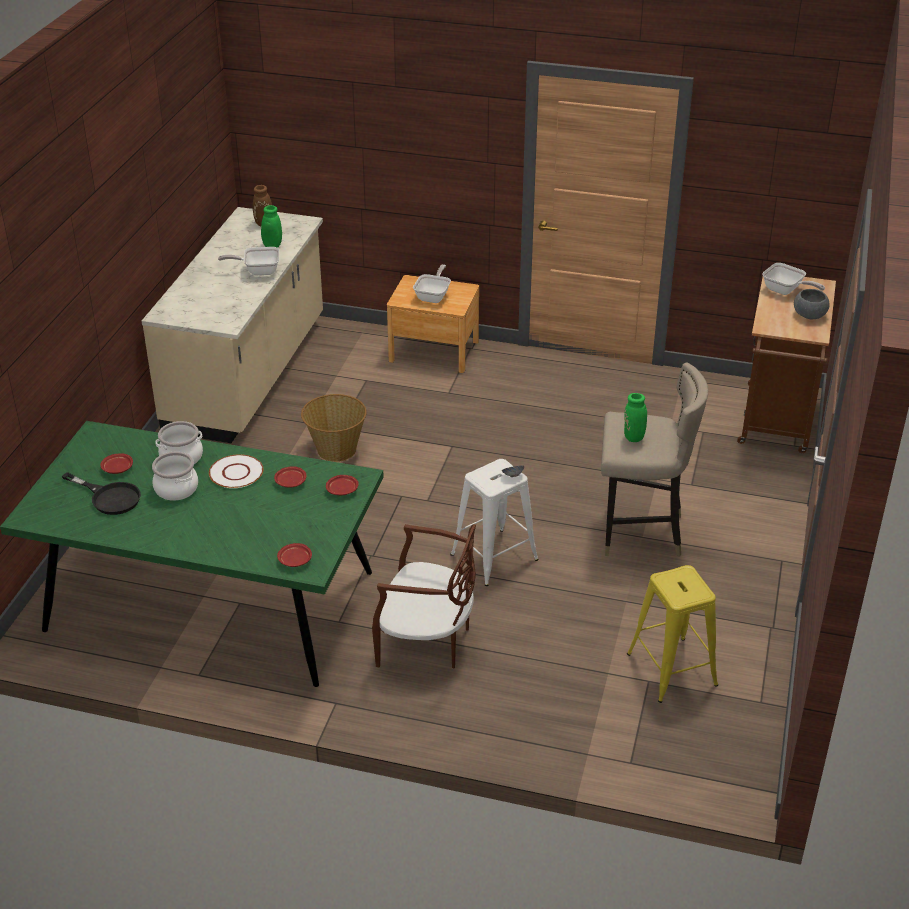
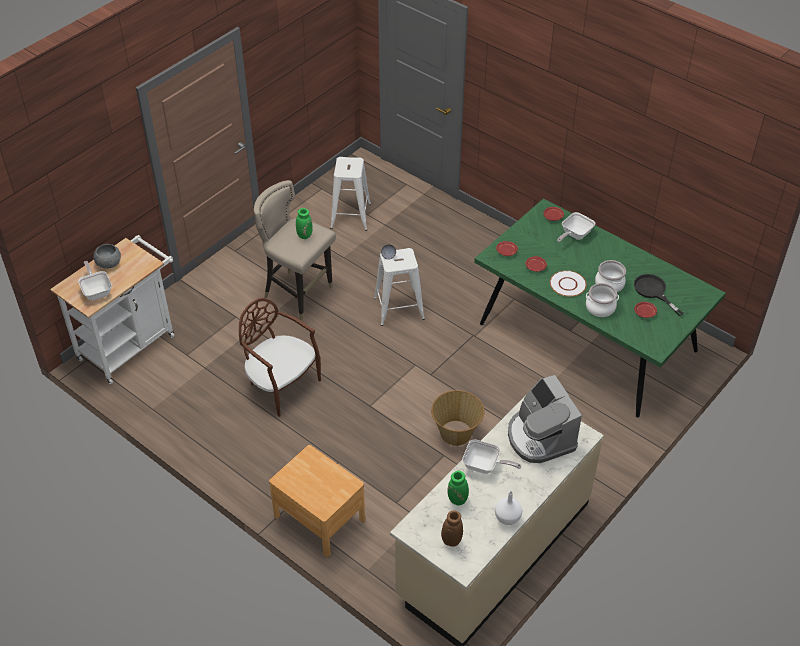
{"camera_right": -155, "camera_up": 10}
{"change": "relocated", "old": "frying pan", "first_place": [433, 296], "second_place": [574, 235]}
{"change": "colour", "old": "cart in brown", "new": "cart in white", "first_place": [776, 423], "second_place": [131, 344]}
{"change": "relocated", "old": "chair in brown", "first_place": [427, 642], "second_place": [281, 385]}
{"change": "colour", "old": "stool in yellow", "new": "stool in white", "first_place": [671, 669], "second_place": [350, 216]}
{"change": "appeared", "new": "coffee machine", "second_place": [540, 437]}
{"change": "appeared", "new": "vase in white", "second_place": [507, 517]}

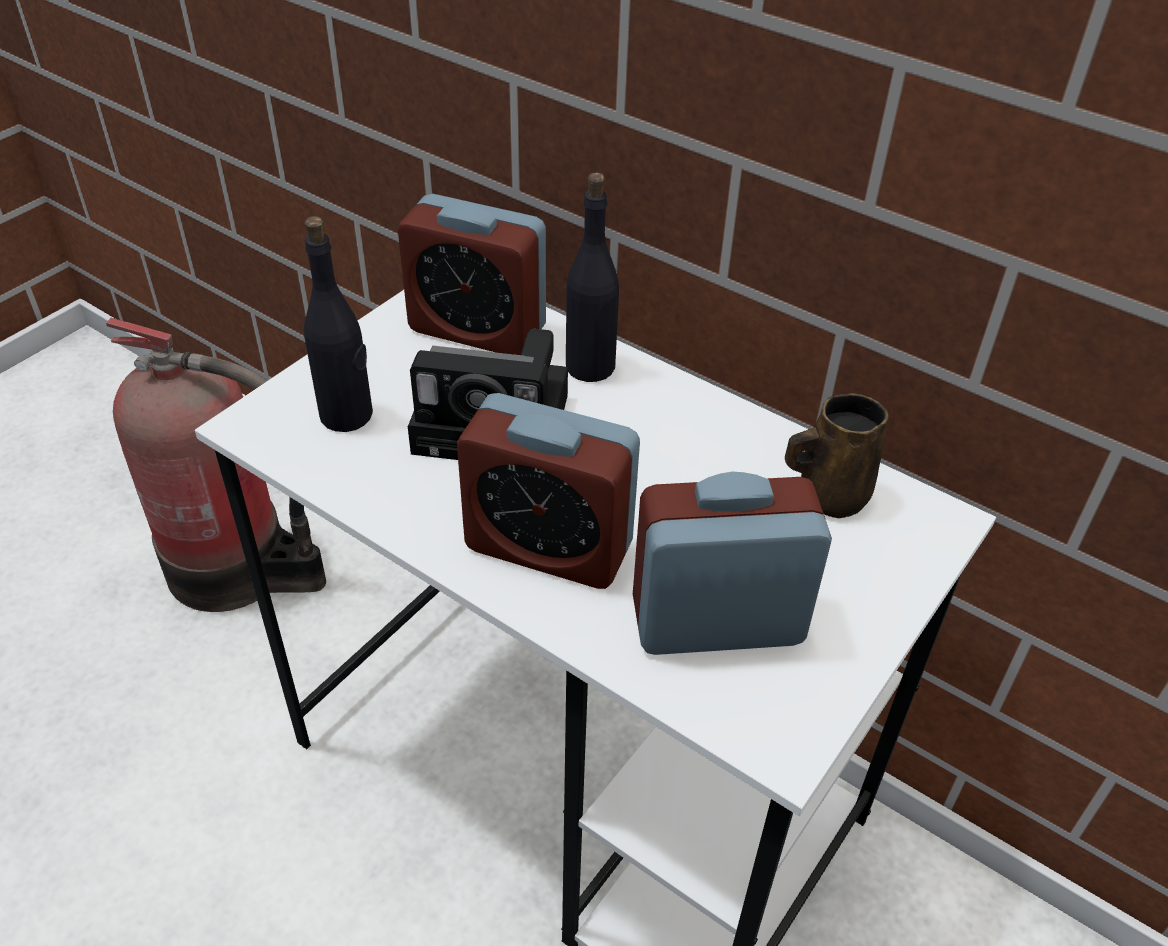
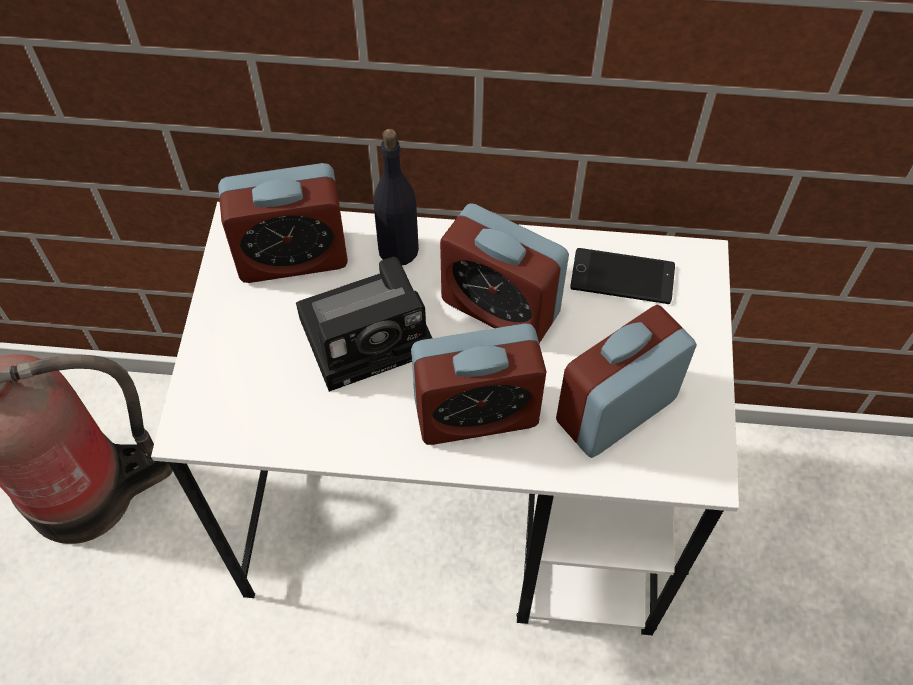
{"camera_right": -30, "camera_up": 15}
{"change": "missing", "old": "bottle in black", "first_place": [347, 415]}
{"change": "exchanged", "old": "mug in brown", "new": "phone", "first_place": [829, 495], "second_place": [622, 277]}
{"change": "appeared", "new": "alarm clock", "second_place": [500, 307]}

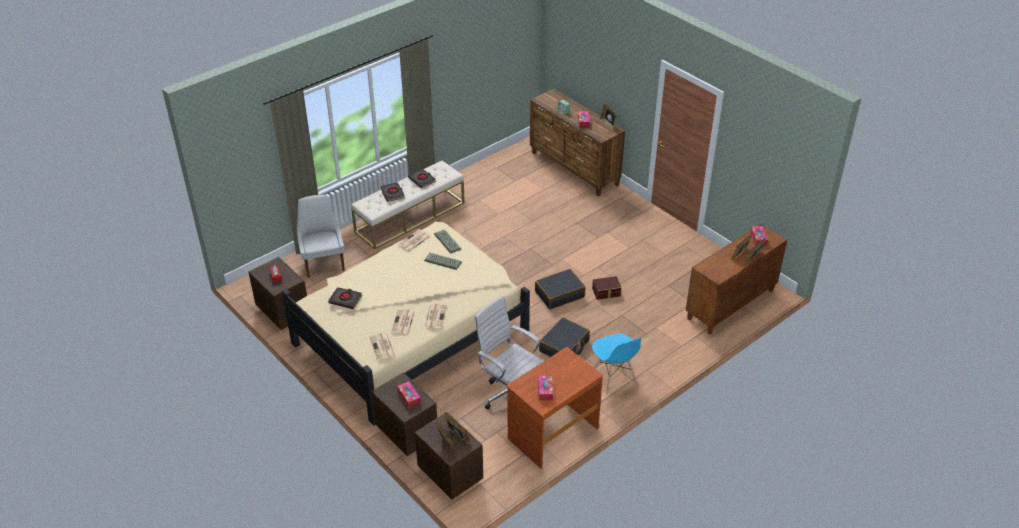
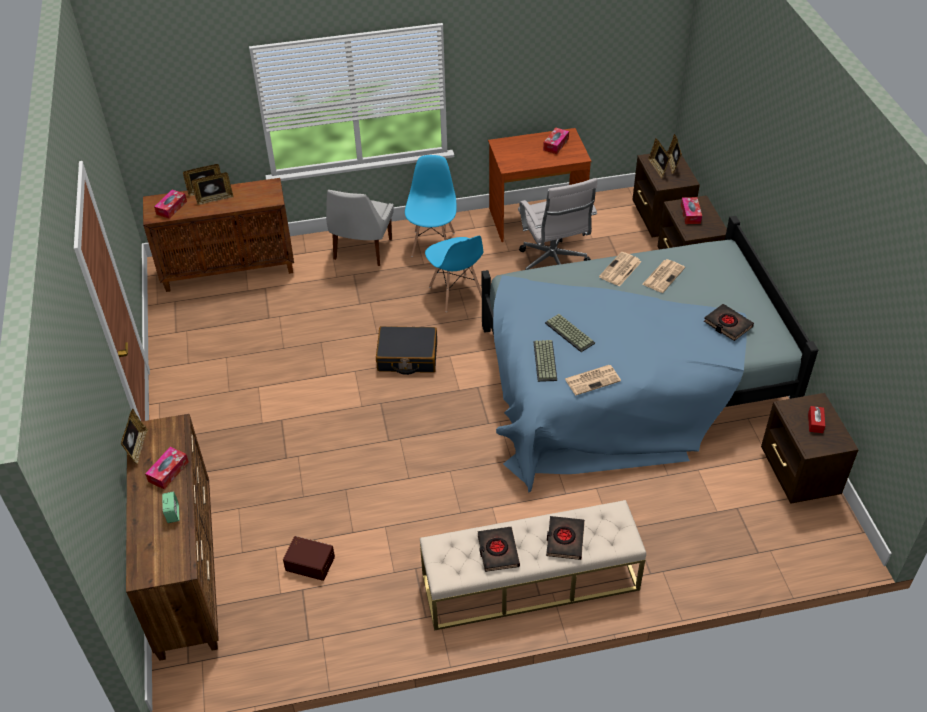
{"camera_right": -150, "camera_up": 5}
{"change": "relocated", "old": "chair in white", "first_place": [323, 262], "second_place": [362, 251]}
{"change": "colour", "old": "bed in beige", "new": "bed in blue", "first_place": [411, 331], "second_place": [627, 379]}
{"change": "relocated", "old": "storage box in brown", "first_place": [606, 292], "second_place": [310, 562]}
{"change": "exchanged", "old": "suitcase in black", "new": "chair in blue", "first_place": [564, 346], "second_place": [456, 293]}
{"change": "missing", "old": "newspaper", "first_place": [382, 347]}

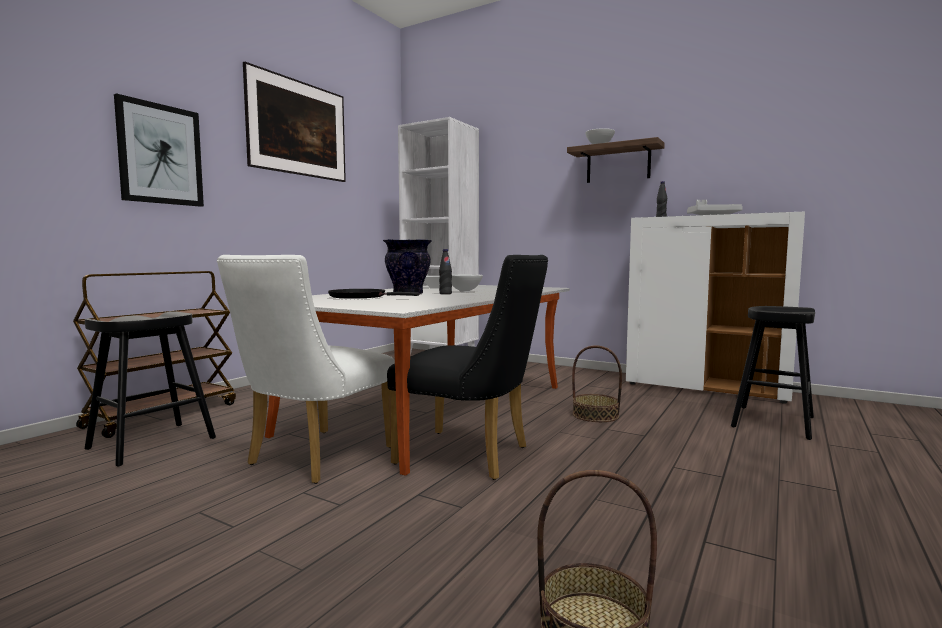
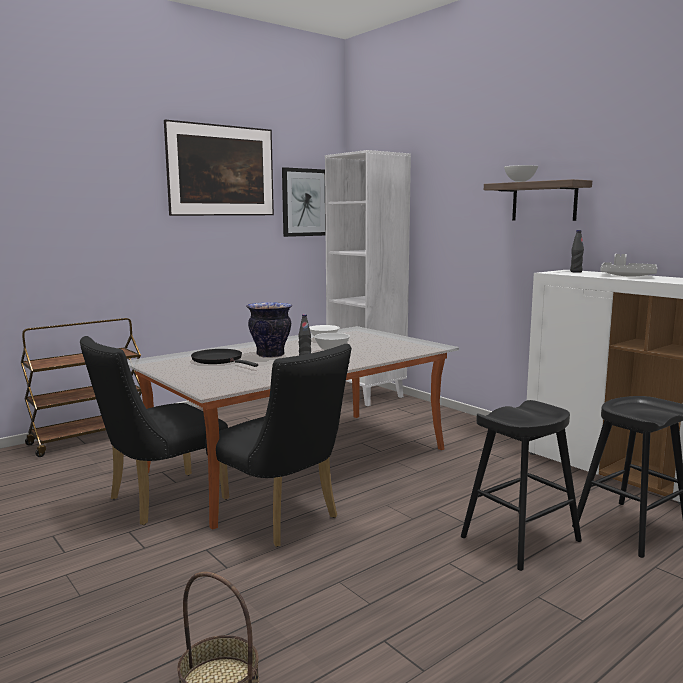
{"camera_right": 20, "camera_up": 5}
{"change": "relocated", "old": "picture", "first_place": [160, 154], "second_place": [305, 202]}
{"change": "colour", "old": "chair in white", "new": "chair in black", "first_place": [313, 459], "second_place": [160, 501]}
{"change": "relocated", "old": "stool in black", "first_place": [152, 443], "second_place": [520, 539]}
{"change": "missing", "old": "basket", "first_place": [595, 415]}

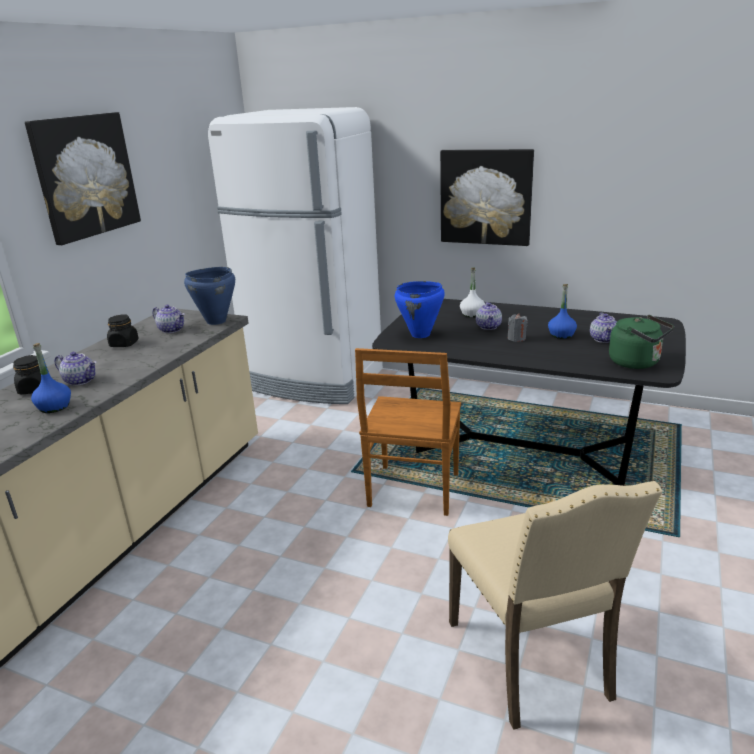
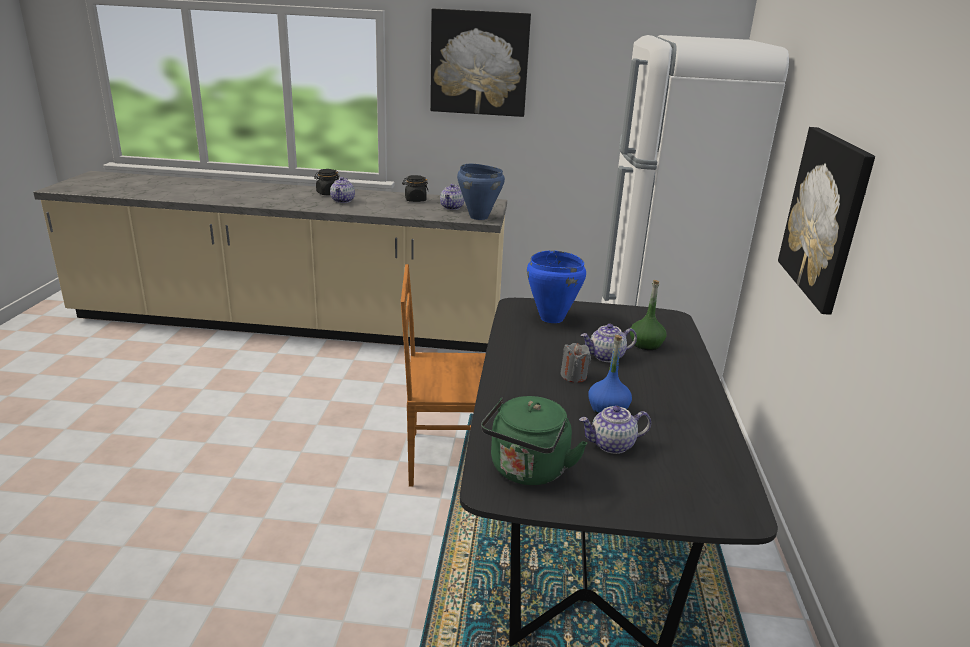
{"camera_right": 70, "camera_up": 0}
{"change": "colour", "old": "bottle in white", "new": "bottle in green", "first_place": [472, 314], "second_place": [646, 344]}
{"change": "missing", "old": "bottle in blue", "first_place": [54, 407]}
{"change": "missing", "old": "chair in beige", "first_place": [533, 660]}

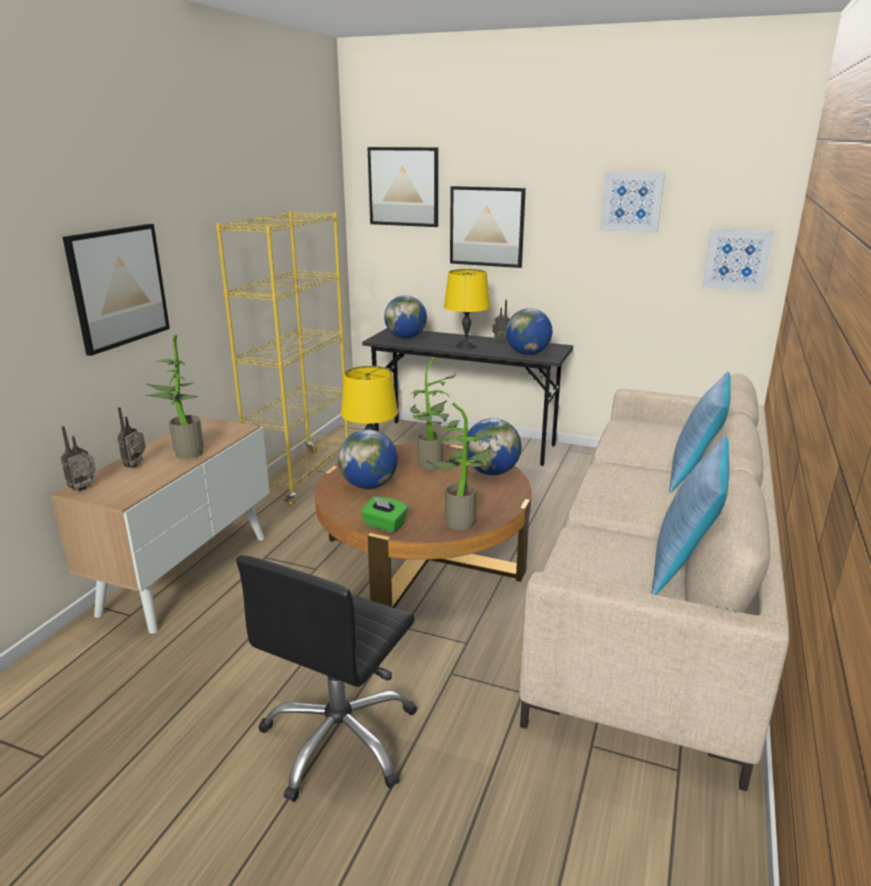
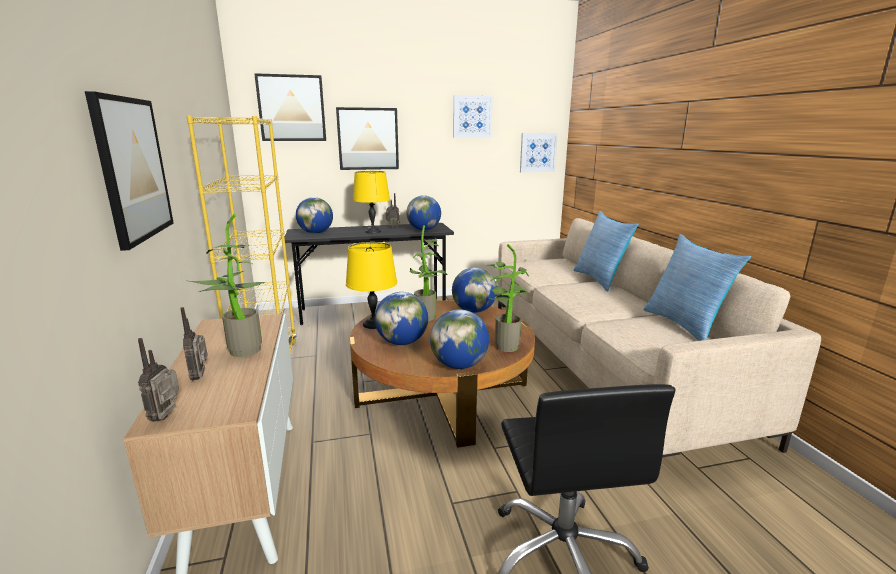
{"camera_right": -35, "camera_up": -5}
{"change": "exchanged", "old": "tissue box in green", "new": "globe", "first_place": [384, 525], "second_place": [459, 365]}

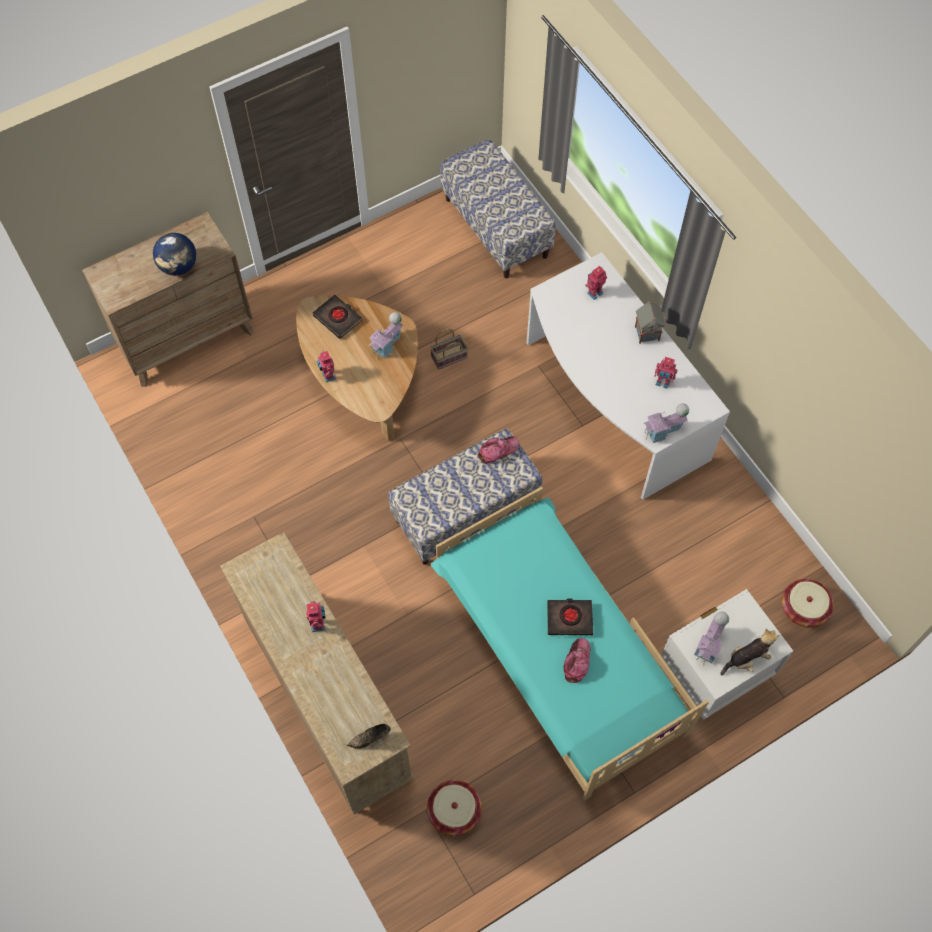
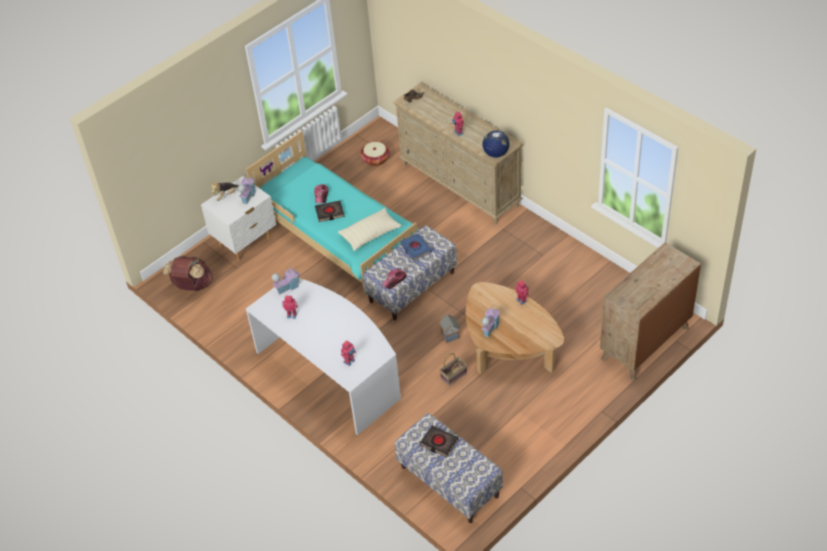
{"camera_right": 170, "camera_up": -15}
{"change": "relocated", "old": "globe", "first_place": [179, 266], "second_place": [495, 153]}
{"change": "relocated", "old": "book in black", "first_place": [338, 318], "second_place": [439, 443]}
{"change": "relocated", "old": "toy house", "first_place": [646, 333], "second_place": [450, 336]}
{"change": "exchanged", "old": "basket", "new": "backpack in brown", "first_place": [803, 608], "second_place": [192, 286]}
{"change": "appeared", "new": "pillow in beige", "second_place": [370, 234]}
{"change": "appeared", "new": "book in blue", "second_place": [415, 248]}

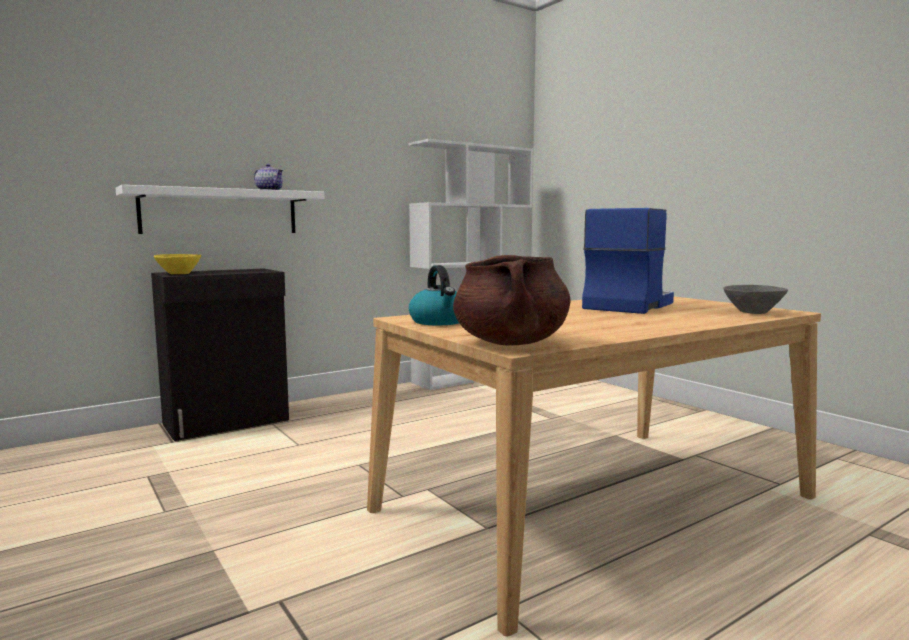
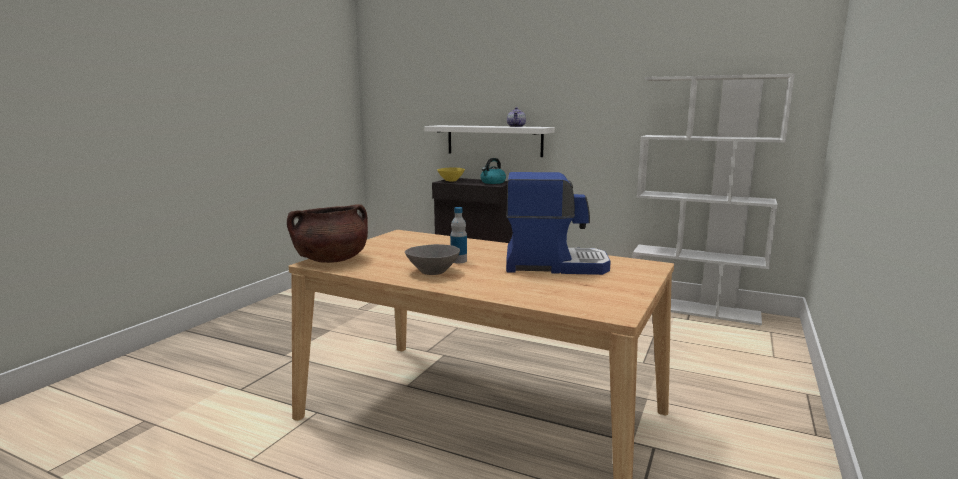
{"camera_right": 60, "camera_up": 5}
{"change": "relocated", "old": "kettle", "first_place": [439, 322], "second_place": [492, 182]}
{"change": "relocated", "old": "bowl in grey", "first_place": [752, 312], "second_place": [432, 272]}
{"change": "appeared", "new": "bottle", "second_place": [458, 261]}

